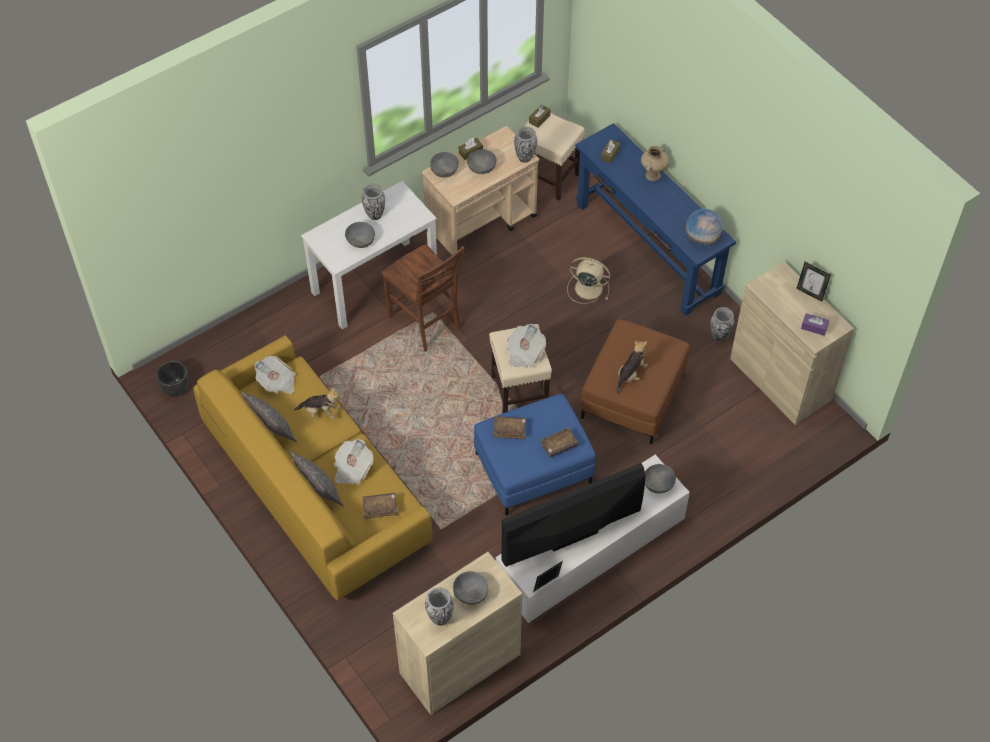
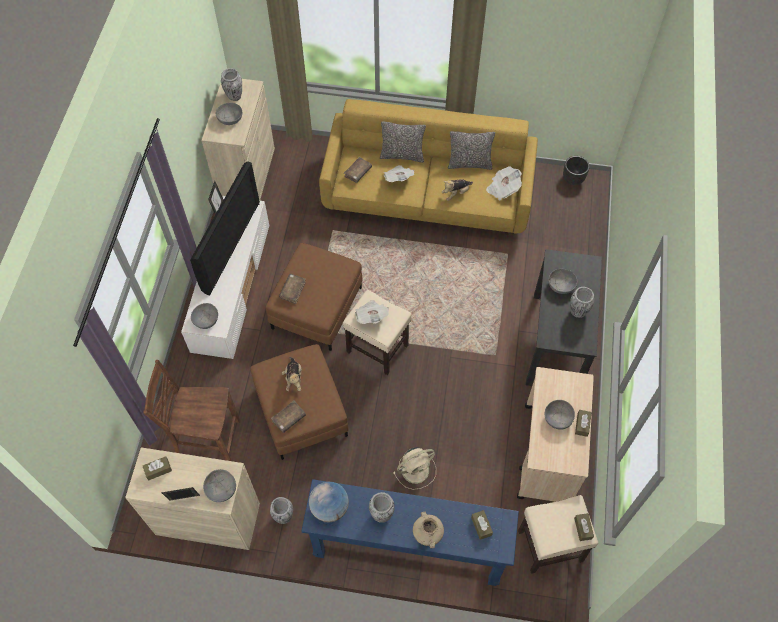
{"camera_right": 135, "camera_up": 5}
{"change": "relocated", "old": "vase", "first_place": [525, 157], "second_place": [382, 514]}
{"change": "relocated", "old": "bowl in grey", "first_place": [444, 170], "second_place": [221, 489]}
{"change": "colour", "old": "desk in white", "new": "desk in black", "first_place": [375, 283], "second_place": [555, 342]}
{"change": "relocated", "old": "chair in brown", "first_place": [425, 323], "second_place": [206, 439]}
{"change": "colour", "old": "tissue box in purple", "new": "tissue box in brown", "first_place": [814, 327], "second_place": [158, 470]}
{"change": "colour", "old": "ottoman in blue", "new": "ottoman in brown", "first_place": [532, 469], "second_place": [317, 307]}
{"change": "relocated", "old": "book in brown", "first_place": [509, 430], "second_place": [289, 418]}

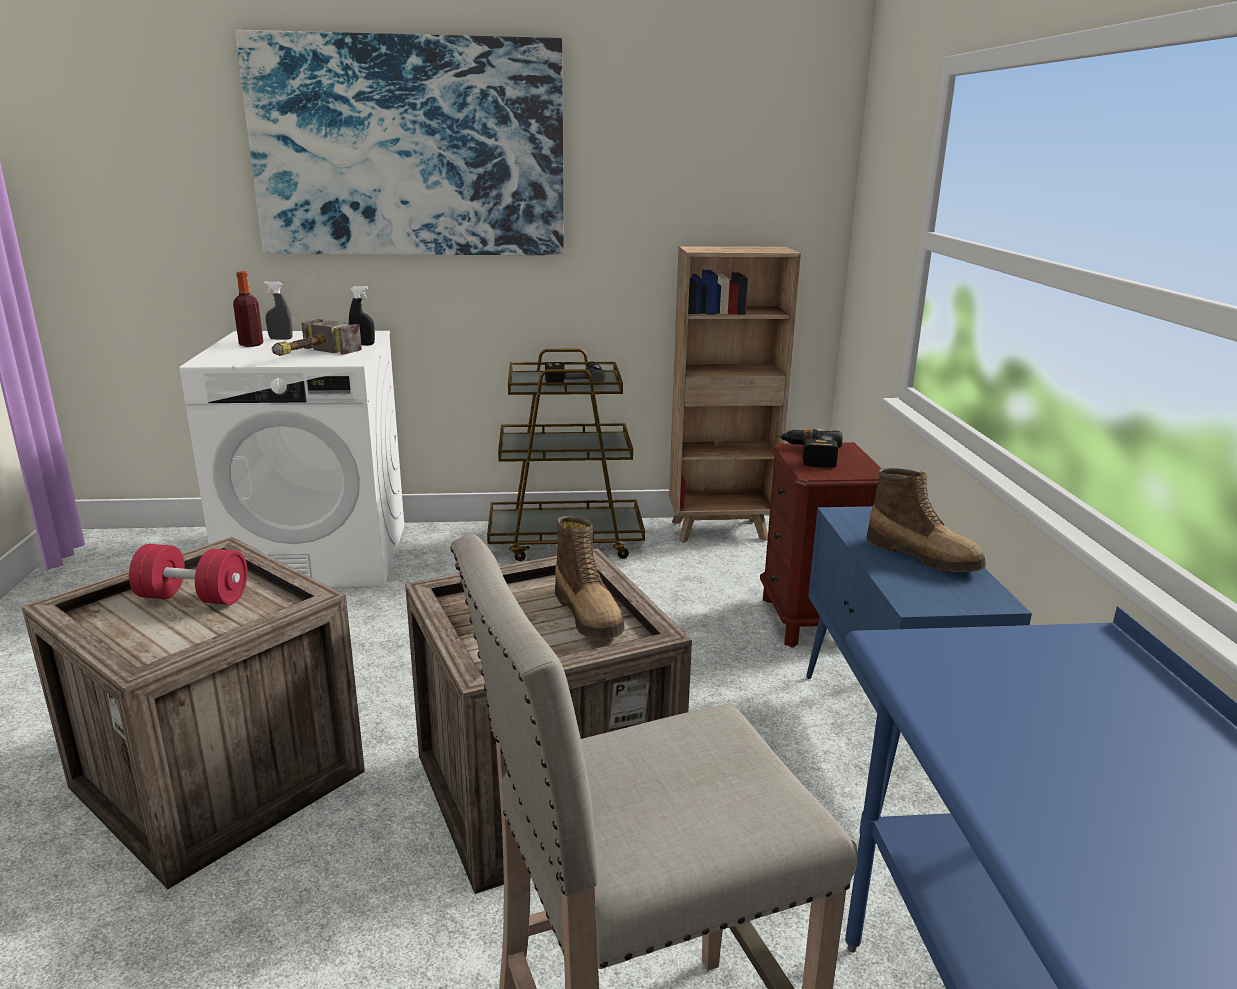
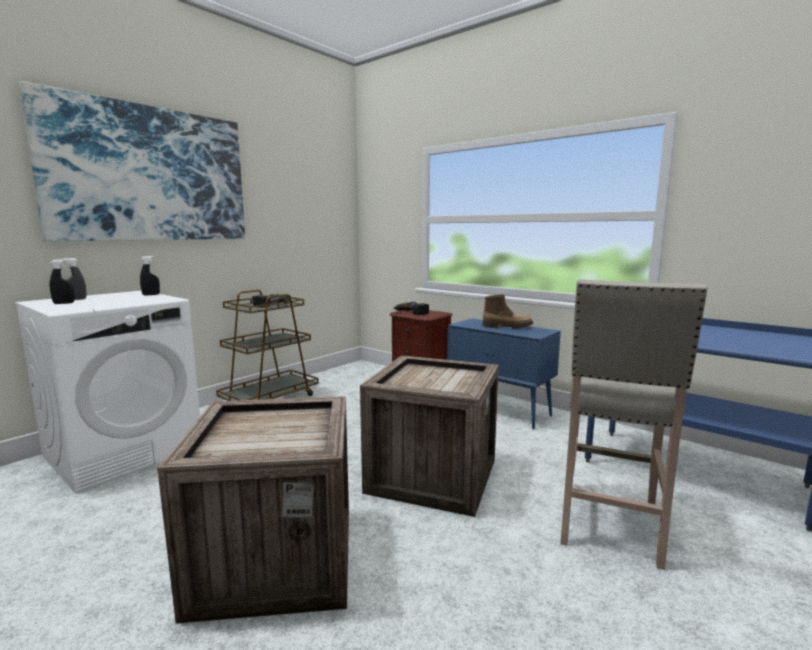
{"camera_right": -45, "camera_up": -10}
{"change": "missing", "old": "bookcase in brown", "first_place": [721, 530]}
{"change": "exchanged", "old": "bottle", "new": "spray bottle in black", "first_place": [251, 344], "second_place": [64, 303]}
{"change": "missing", "old": "hammer", "first_place": [309, 355]}
{"change": "missing", "old": "boot", "first_place": [589, 615]}
{"change": "missing", "old": "dumbbell in red", "first_place": [193, 598]}

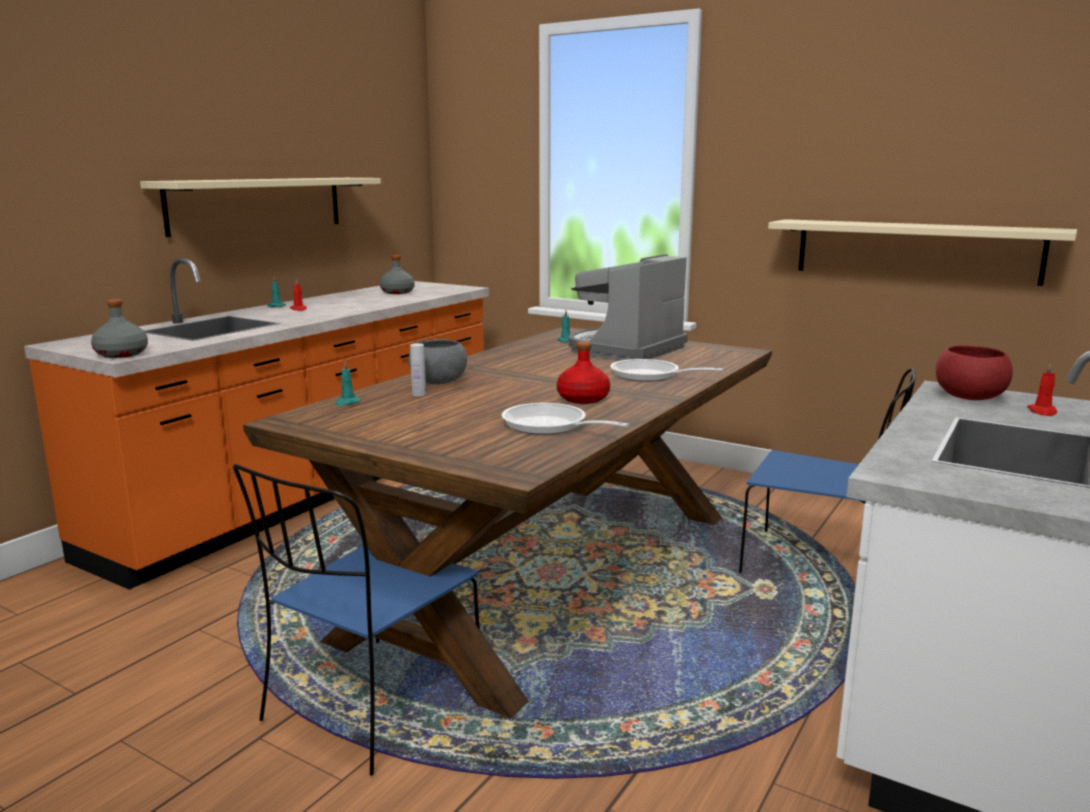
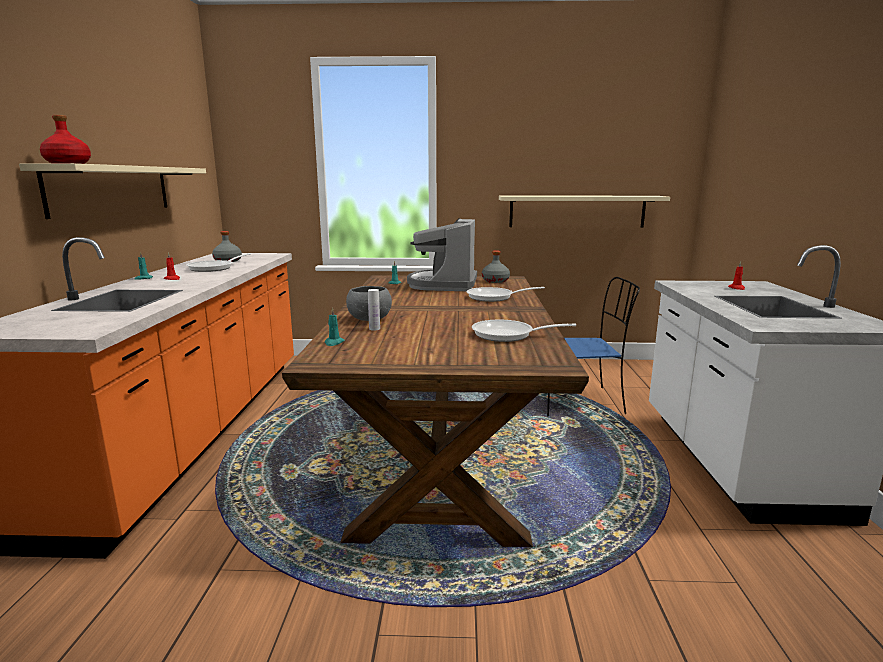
{"camera_right": -30, "camera_up": 0}
{"change": "relocated", "old": "bottle in grey", "first_place": [121, 354], "second_place": [495, 281]}
{"change": "relocated", "old": "bottle in red", "first_place": [583, 399], "second_place": [67, 163]}
{"change": "missing", "old": "bowl in red", "first_place": [969, 397]}
{"change": "missing", "old": "chair in blue", "first_place": [371, 705]}
{"change": "appeared", "new": "frying pan", "second_place": [214, 268]}

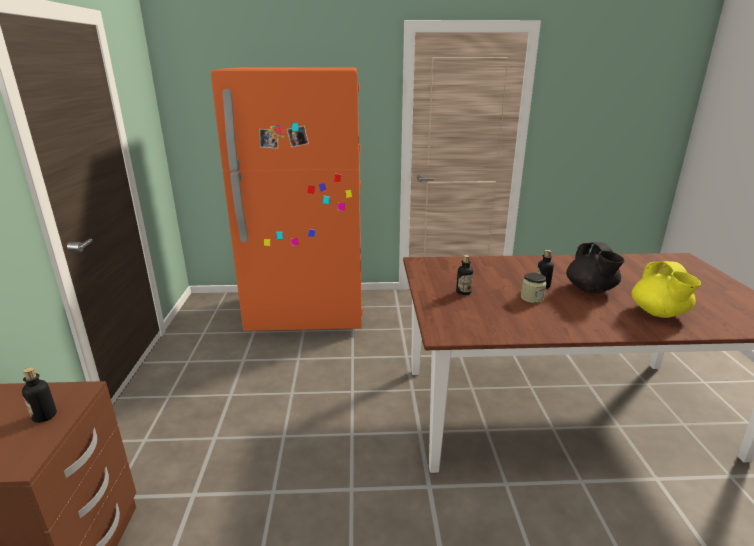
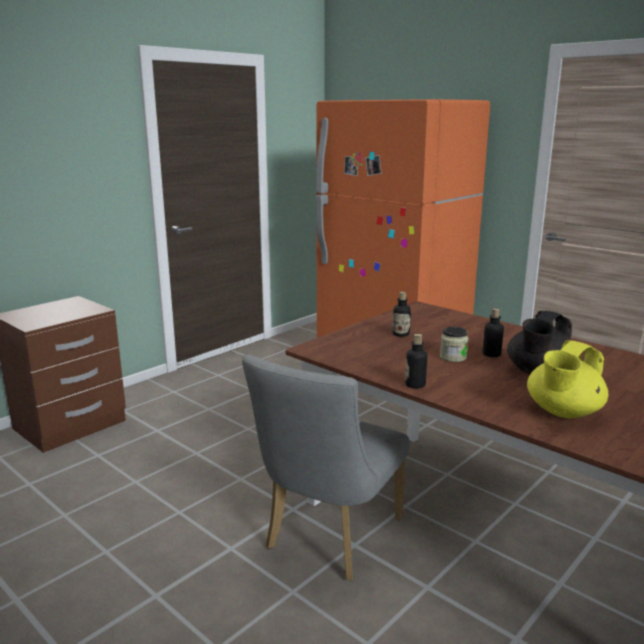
{"camera_right": 45, "camera_up": -5}
{"change": "relocated", "old": "bottle", "first_place": [44, 416], "second_place": [415, 385]}
{"change": "appeared", "new": "chair in grey", "second_place": [328, 538]}

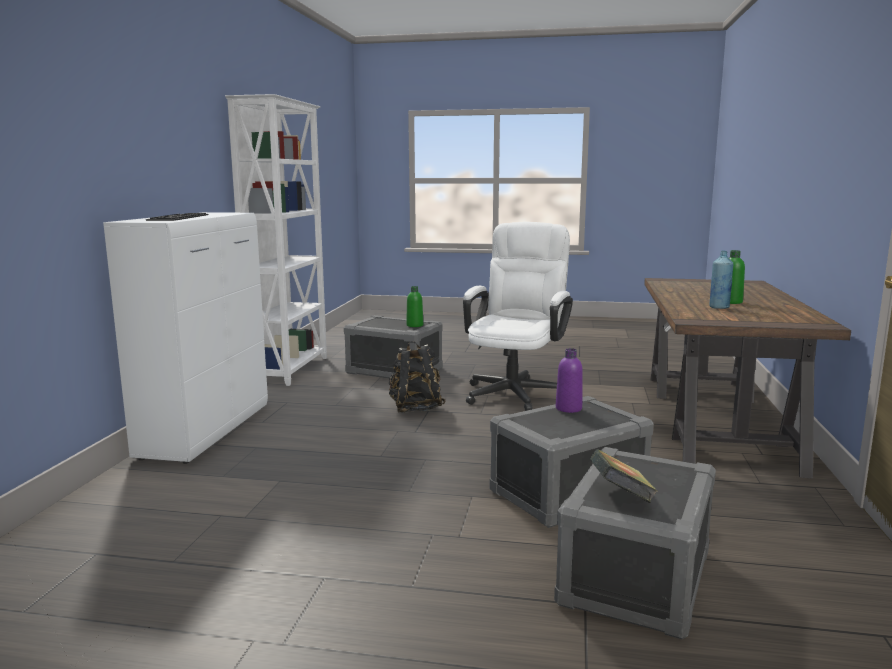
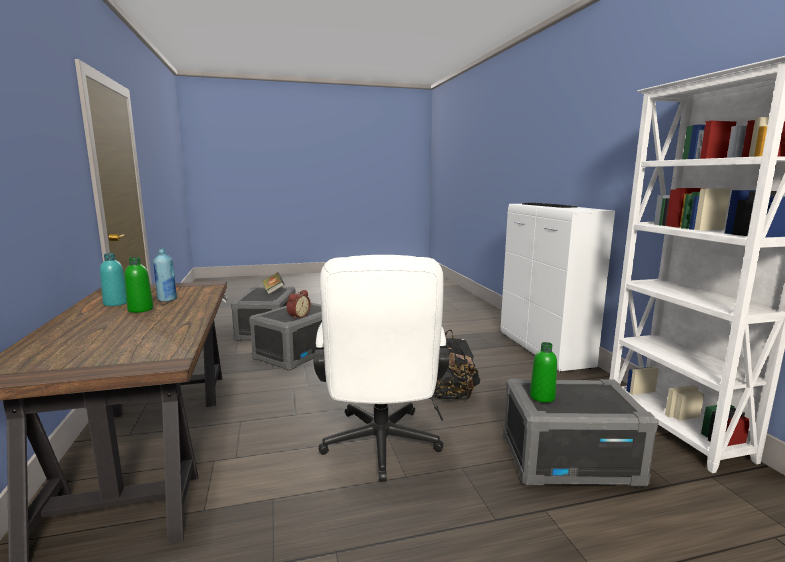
{"camera_right": 155, "camera_up": 0}
{"change": "exchanged", "old": "bottle in purple", "new": "alarm clock", "first_place": [568, 408], "second_place": [298, 316]}
{"change": "appeared", "new": "bottle in turquoise", "second_place": [116, 303]}

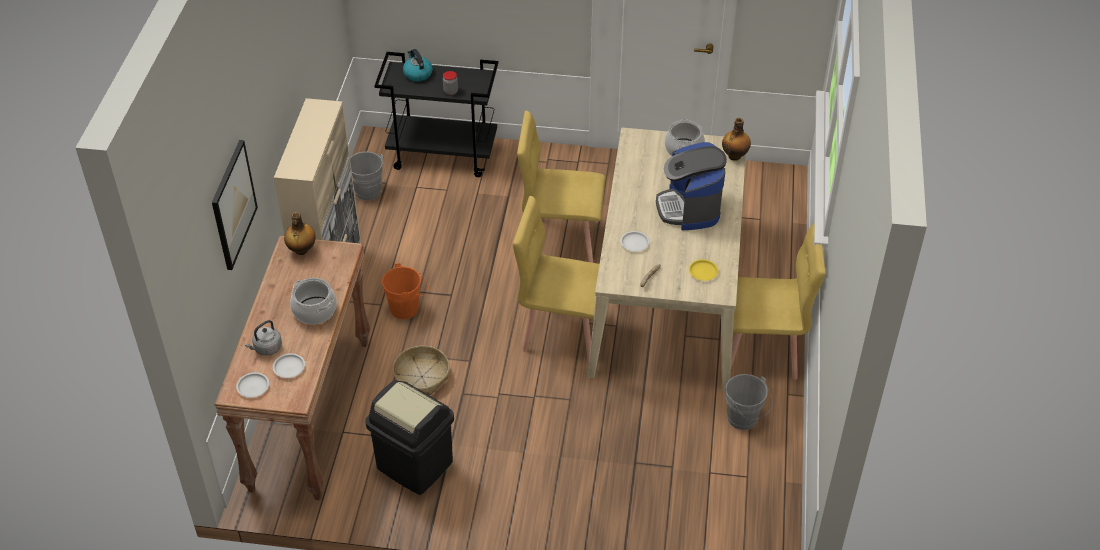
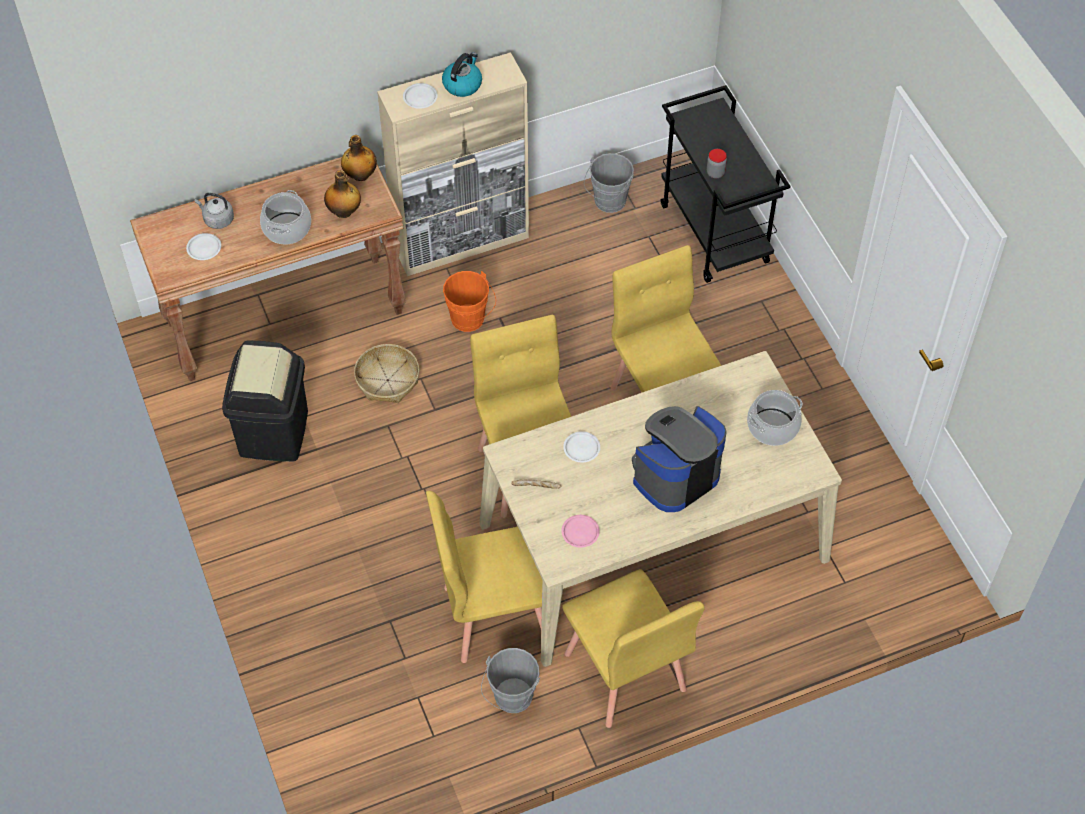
{"camera_right": 60, "camera_up": 10}
{"change": "relocated", "old": "kettle", "first_place": [417, 74], "second_place": [462, 84]}
{"change": "relocated", "old": "bottle", "first_place": [735, 156], "second_place": [344, 212]}
{"change": "missing", "old": "picture", "first_place": [233, 204]}
{"change": "colour", "old": "plate in yellow", "new": "plate in pink", "first_place": [703, 272], "second_place": [580, 532]}
{"change": "relocated", "old": "plate in white", "first_place": [253, 386], "second_place": [420, 98]}
{"change": "appeared", "new": "chair in yellow", "second_place": [495, 614]}

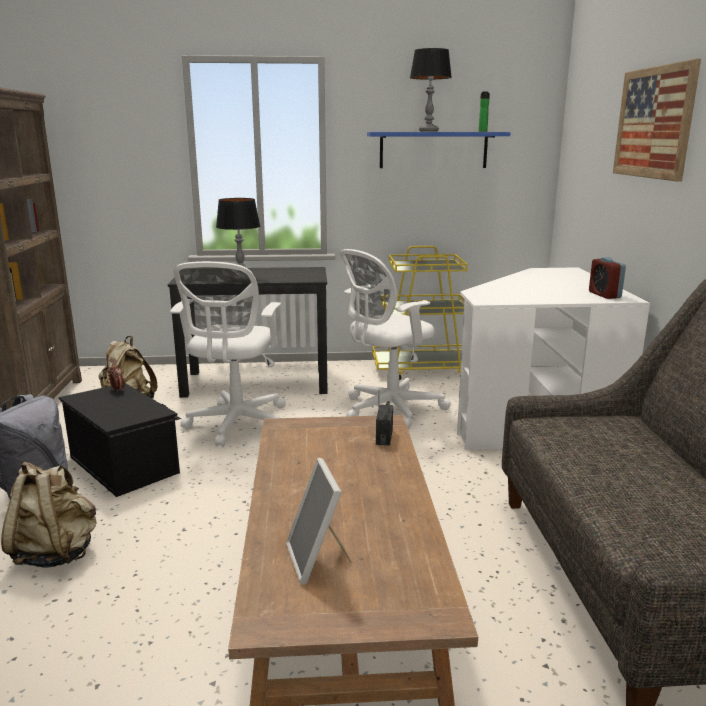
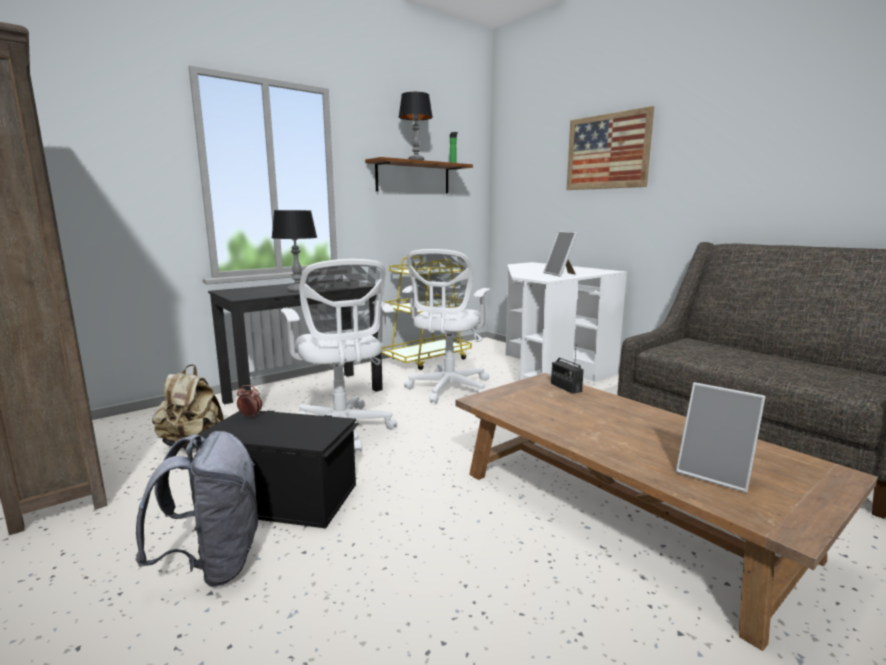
{"camera_right": -35, "camera_up": -5}
{"change": "colour", "old": "shelf in blue", "new": "shelf in brown", "first_place": [433, 150], "second_place": [413, 177]}
{"change": "missing", "old": "alarm clock", "first_place": [604, 295]}
{"change": "missing", "old": "backpack in beige", "first_place": [56, 553]}
{"change": "appeared", "new": "picture frame", "second_place": [560, 274]}

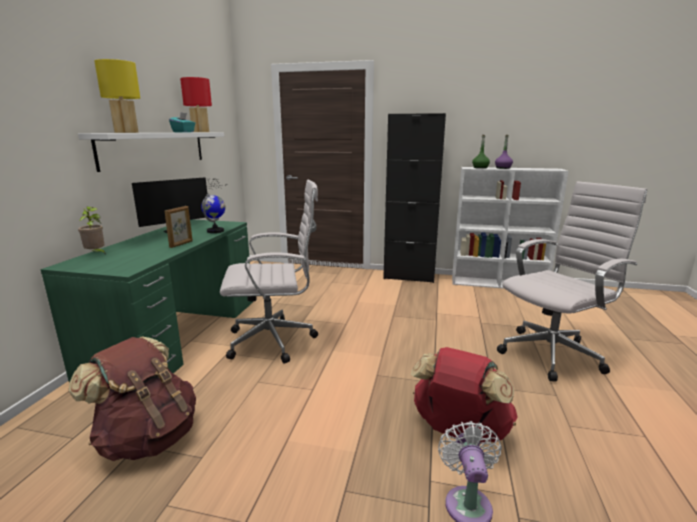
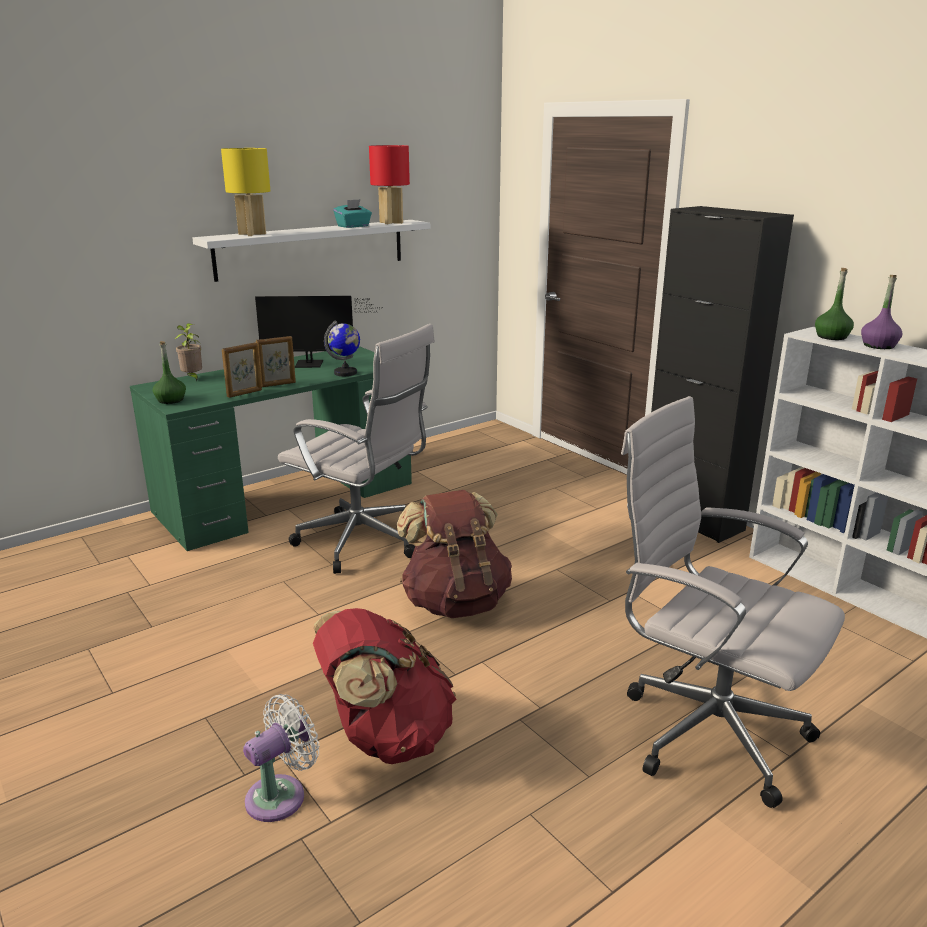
{"camera_right": 40, "camera_up": 5}
{"change": "spun", "old": "office chair in white", "first_place": [553, 353], "second_place": [705, 730], "degrees": -150}
{"change": "relocated", "old": "backpack in brown", "first_place": [148, 438], "second_place": [455, 602]}
{"change": "appeared", "new": "bottle in green", "second_place": [171, 400]}
{"change": "appeared", "new": "picture frame", "second_place": [245, 393]}

